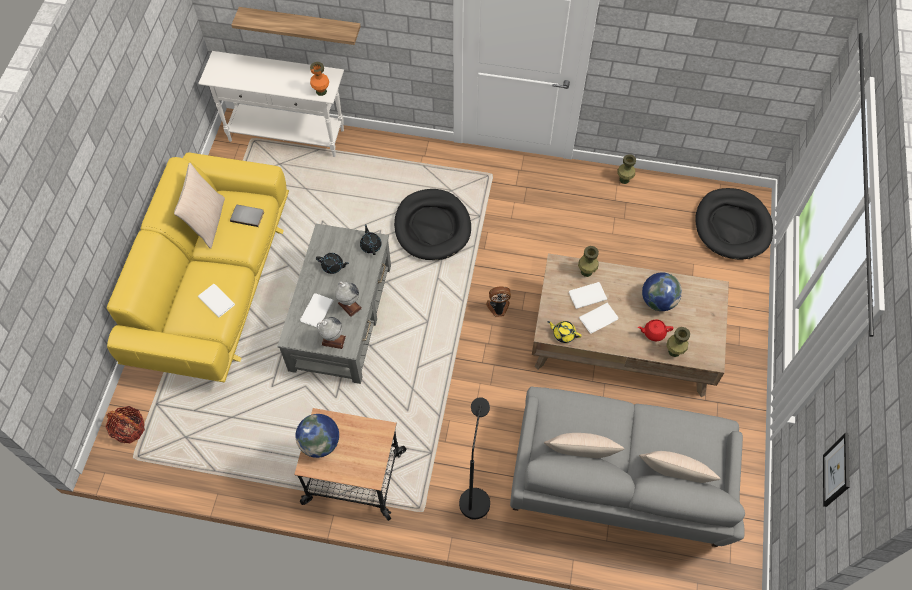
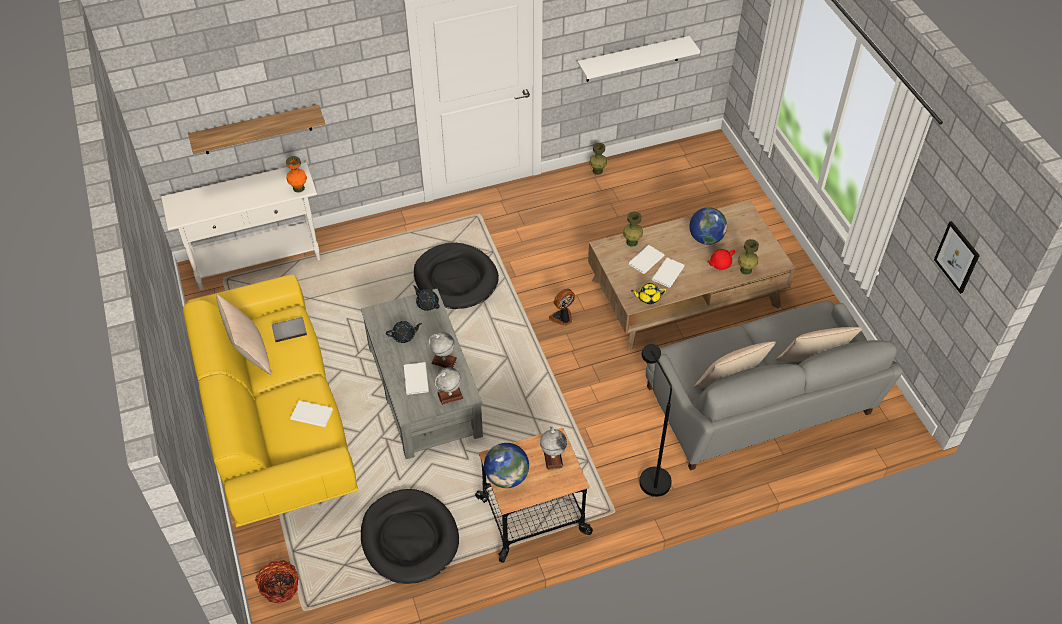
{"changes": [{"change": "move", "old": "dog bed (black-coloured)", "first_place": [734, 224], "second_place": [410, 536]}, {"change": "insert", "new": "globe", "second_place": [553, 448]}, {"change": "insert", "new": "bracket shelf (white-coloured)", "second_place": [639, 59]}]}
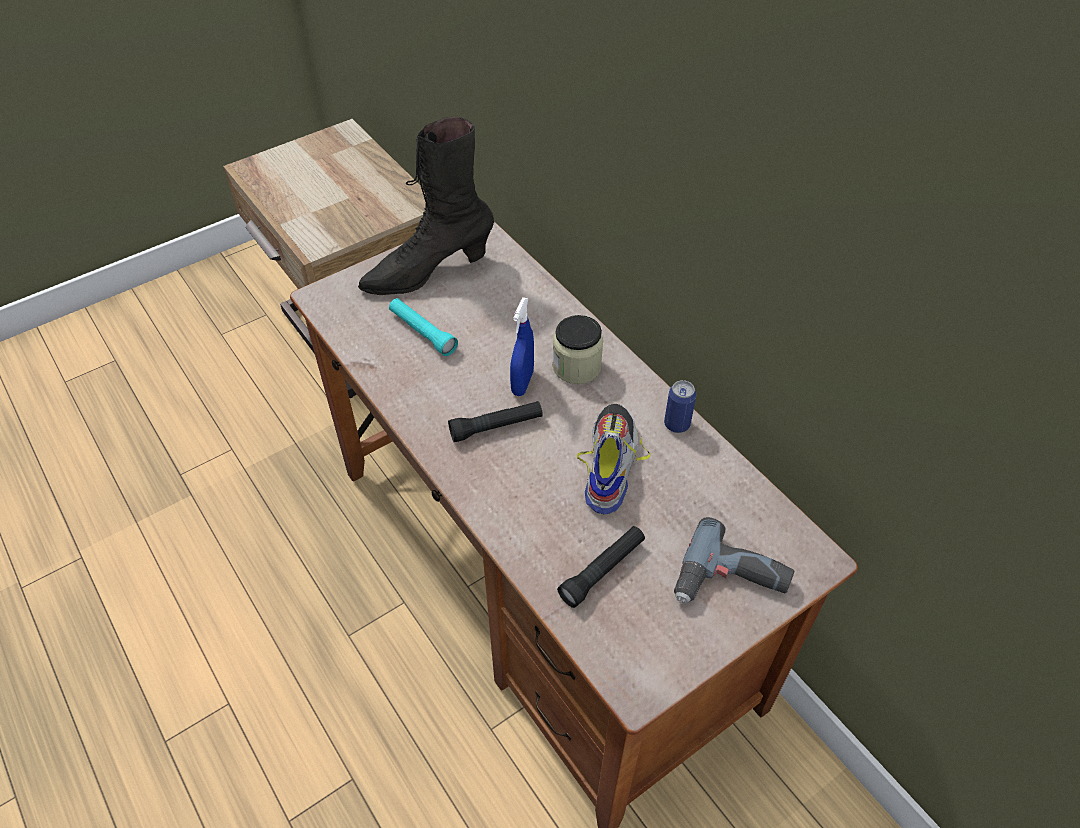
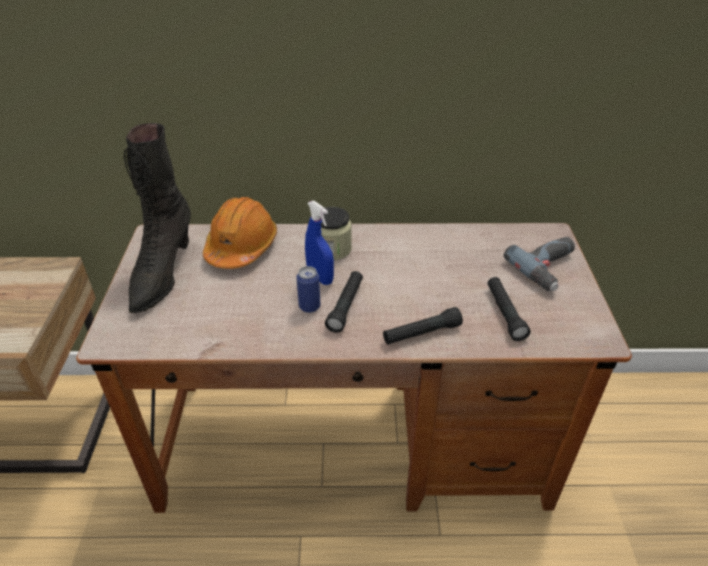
{"changes": [{"change": "delete", "old": "hand torch (blue-green)", "first_place": [423, 327]}, {"change": "delete", "old": "item of footwear", "first_place": [614, 459]}, {"change": "move", "old": "sealed can", "first_place": [680, 406], "second_place": [308, 289]}, {"change": "insert", "new": "work helmet (orangey)", "second_place": [240, 233]}, {"change": "insert", "new": "hand torch (black-coloured)", "second_place": [423, 326]}]}
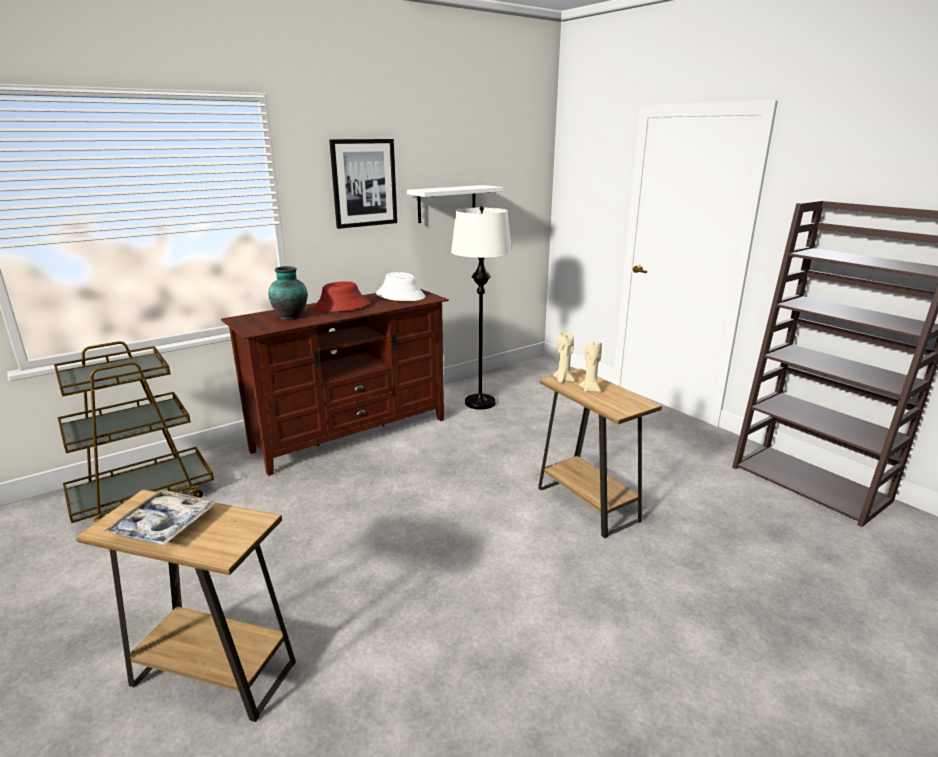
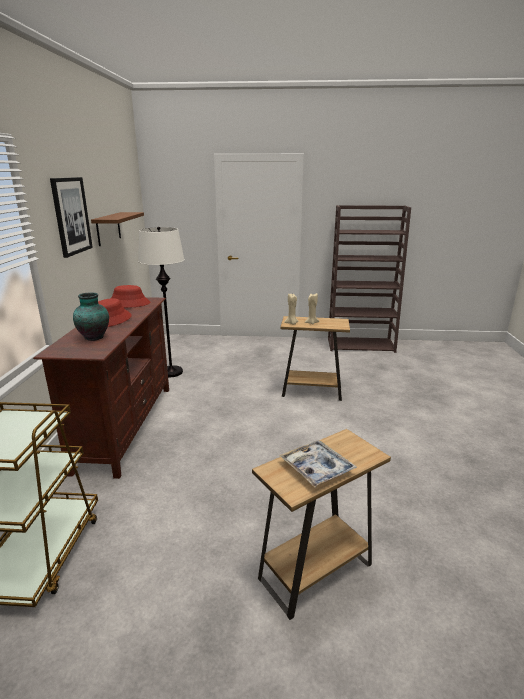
{"changes": [{"change": "recolor", "old": "hat (white-coloured)", "new": "hat (reddish)", "first_place": [400, 286], "second_place": [130, 296]}, {"change": "recolor", "old": "bracket shelf (white-coloured)", "new": "bracket shelf (brown-coloured)", "first_place": [455, 204], "second_place": [117, 229]}]}
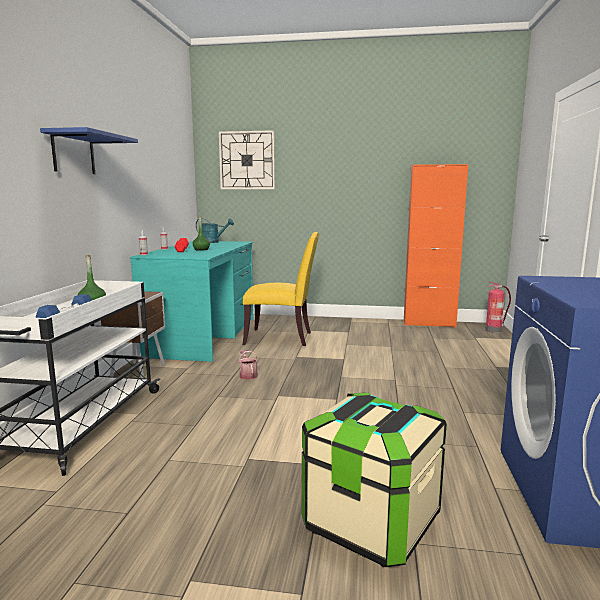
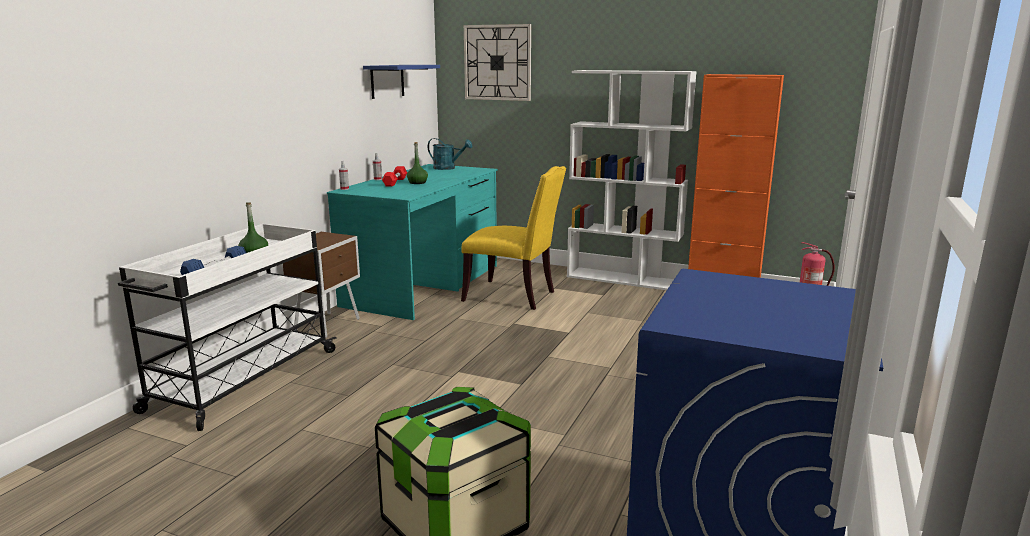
{"changes": [{"change": "move", "old": "bracket shelf (bluish)", "first_place": [89, 150], "second_place": [401, 82]}, {"change": "delete", "old": "sprinkling can", "first_place": [248, 365]}, {"change": "insert", "new": "bookshelf (white-coloured)", "second_place": [632, 180]}]}
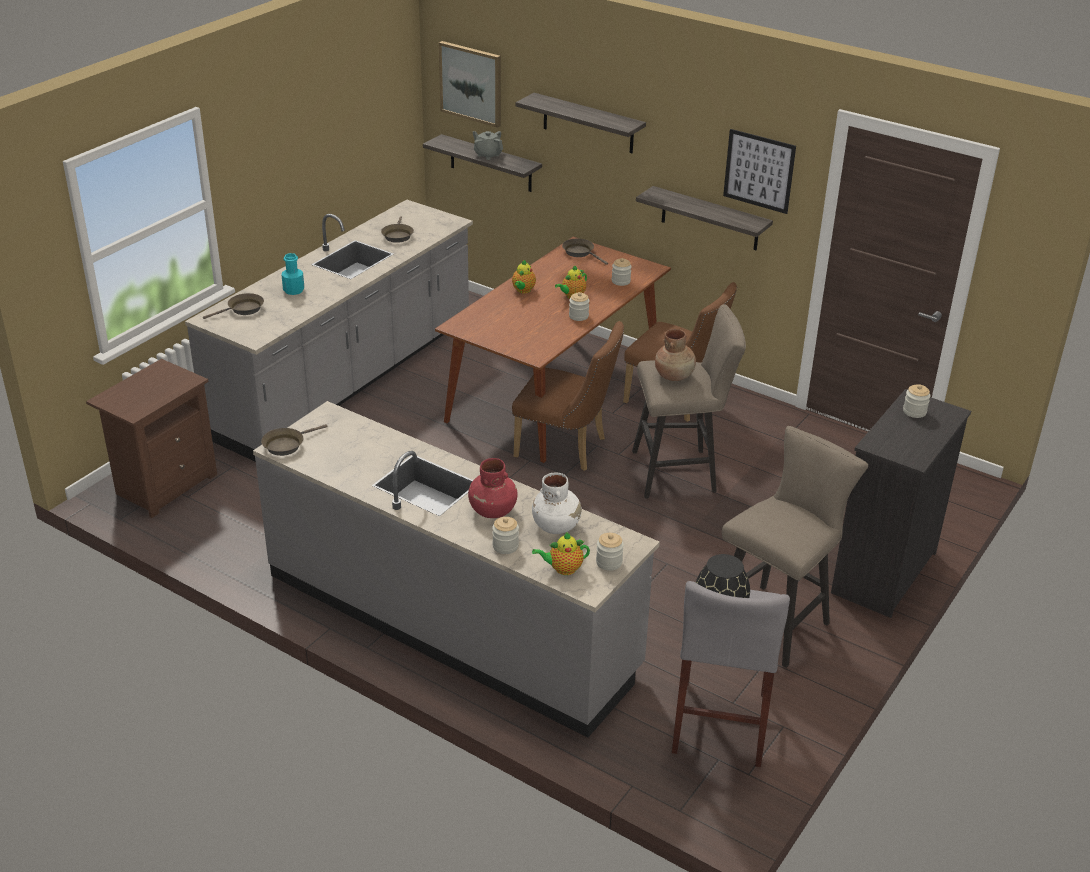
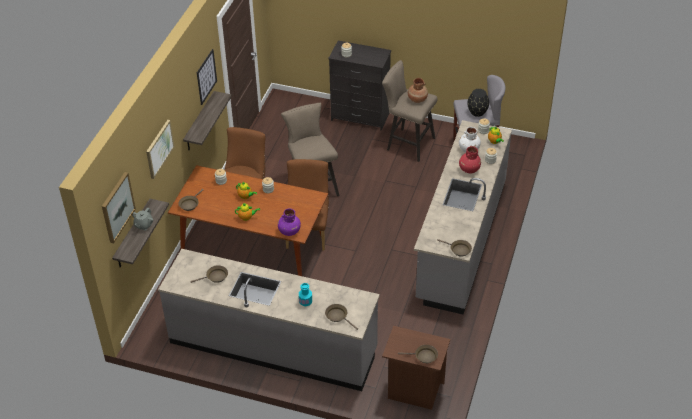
{"changes": [{"change": "replace", "old": "bracket shelf", "new": "wall art", "first_place": [581, 123], "second_place": [160, 149]}, {"change": "move", "old": "vase (brown-coloured)", "first_place": [675, 355], "second_place": [418, 90]}, {"change": "insert", "new": "vase (purplish)", "second_place": [289, 222]}, {"change": "insert", "new": "skillet (brown-coloured)", "second_place": [418, 354]}]}
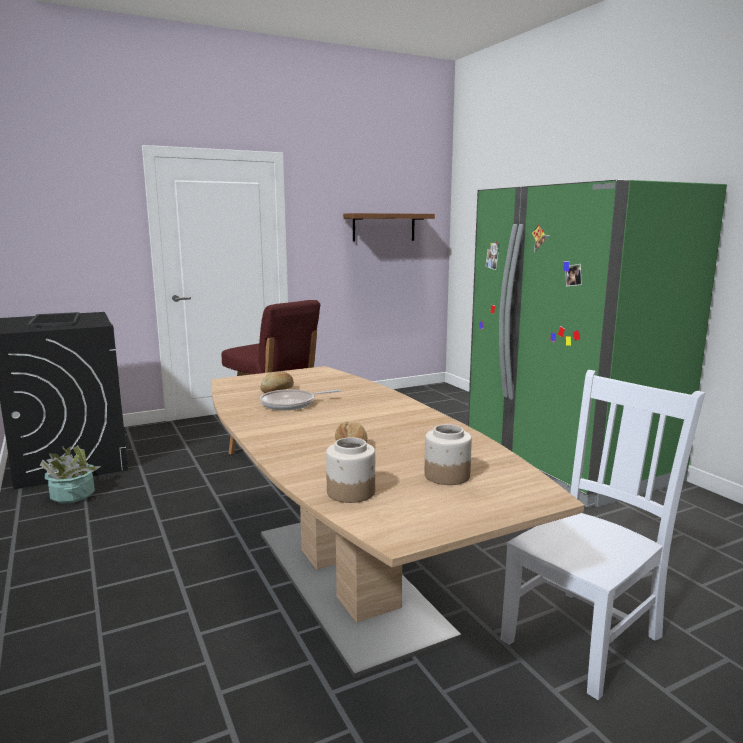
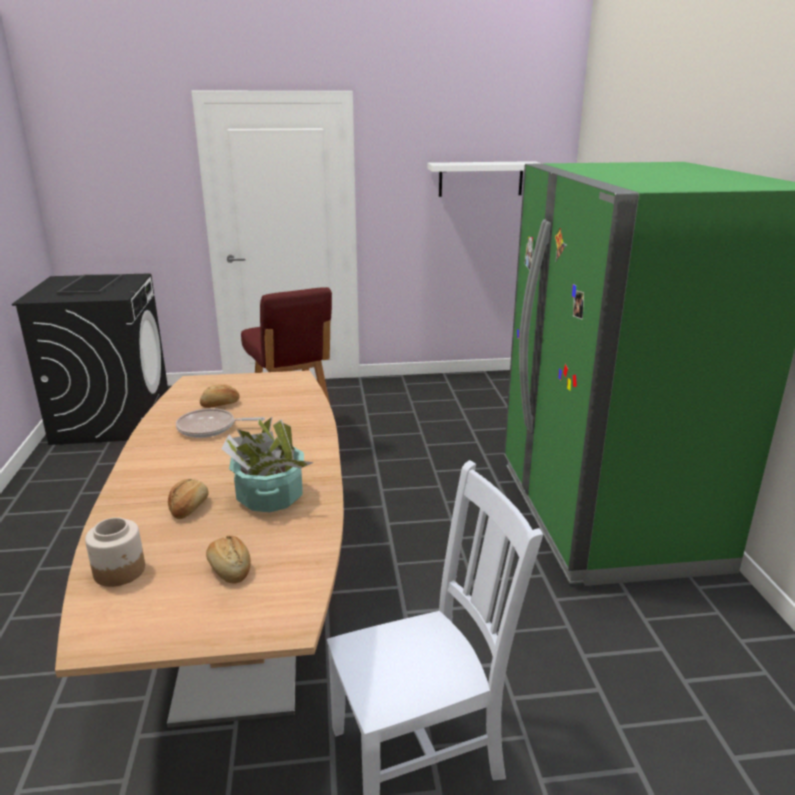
{"changes": [{"change": "move", "old": "potted plant", "first_place": [70, 474], "second_place": [267, 464]}, {"change": "recolor", "old": "bracket shelf (brown-coloured)", "new": "bracket shelf (white-coloured)", "first_place": [389, 227], "second_place": [484, 179]}, {"change": "replace", "old": "jar", "new": "bakery bread", "first_place": [448, 454], "second_place": [228, 560]}]}
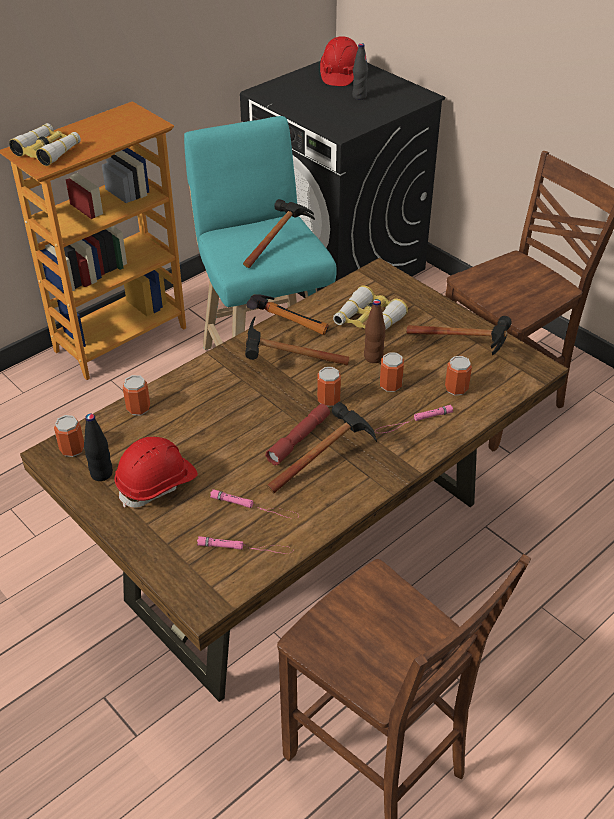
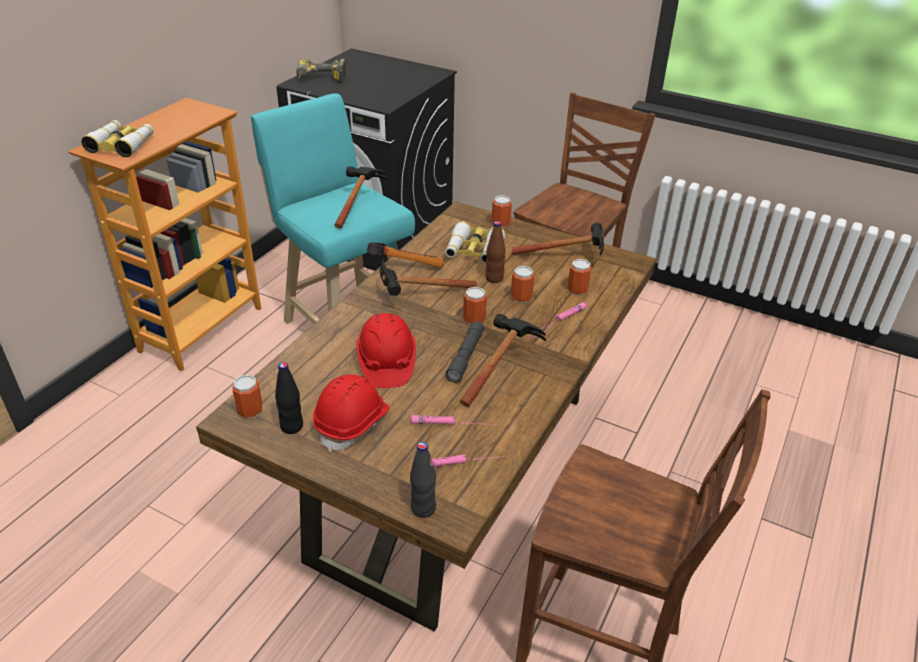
{"changes": [{"change": "move", "old": "sealed can", "first_place": [136, 395], "second_place": [501, 211]}, {"change": "recolor", "old": "hand torch (reddish)", "new": "hand torch (gray)", "first_place": [297, 434], "second_place": [464, 352]}, {"change": "move", "old": "work helmet (reddish)", "first_place": [339, 61], "second_place": [386, 350]}, {"change": "move", "old": "drink bottle (black-coloured)", "first_place": [360, 71], "second_place": [423, 480]}, {"change": "insert", "new": "electric drill", "second_place": [321, 70]}]}
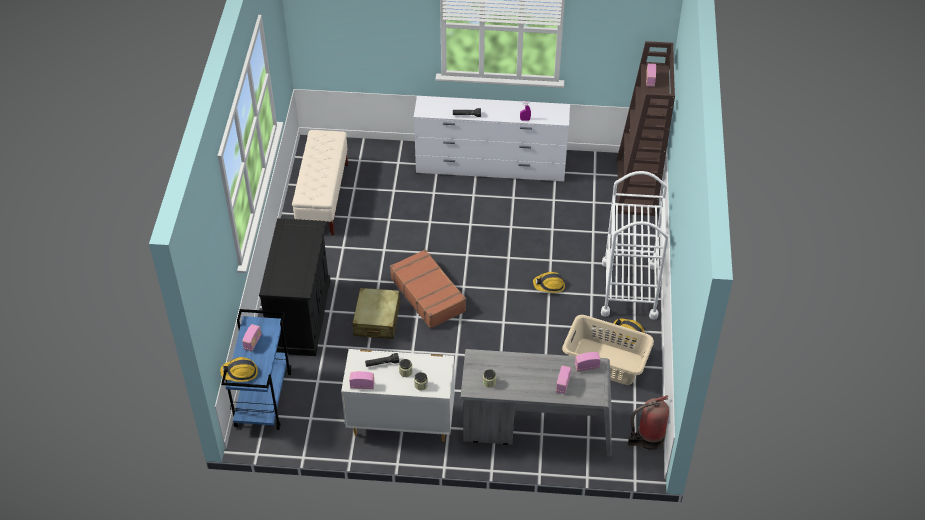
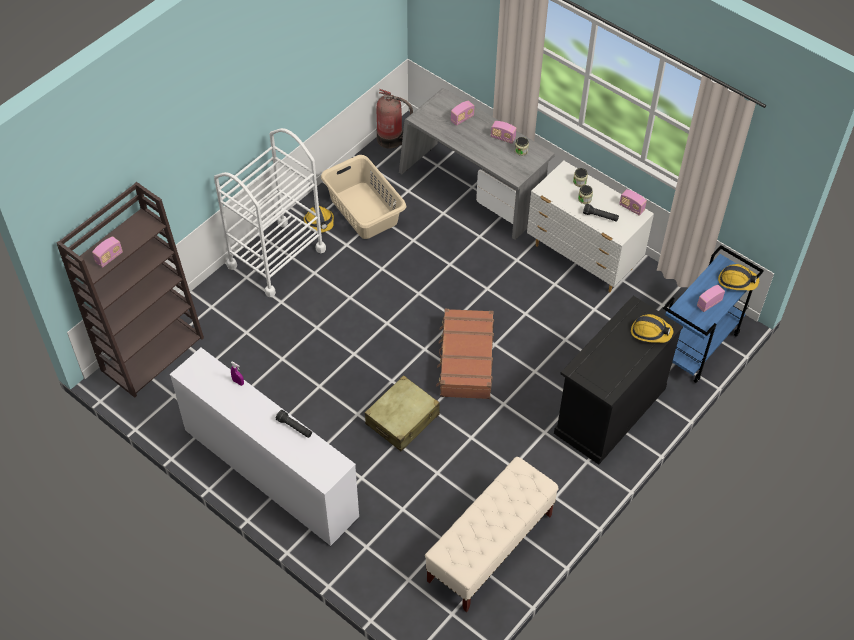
{"changes": [{"change": "move", "old": "travel case (sand-coloured)", "first_place": [376, 313], "second_place": [402, 413]}, {"change": "move", "old": "work helmet", "first_place": [549, 282], "second_place": [652, 328]}, {"change": "move", "old": "radio set", "first_place": [588, 362], "second_place": [503, 132]}]}
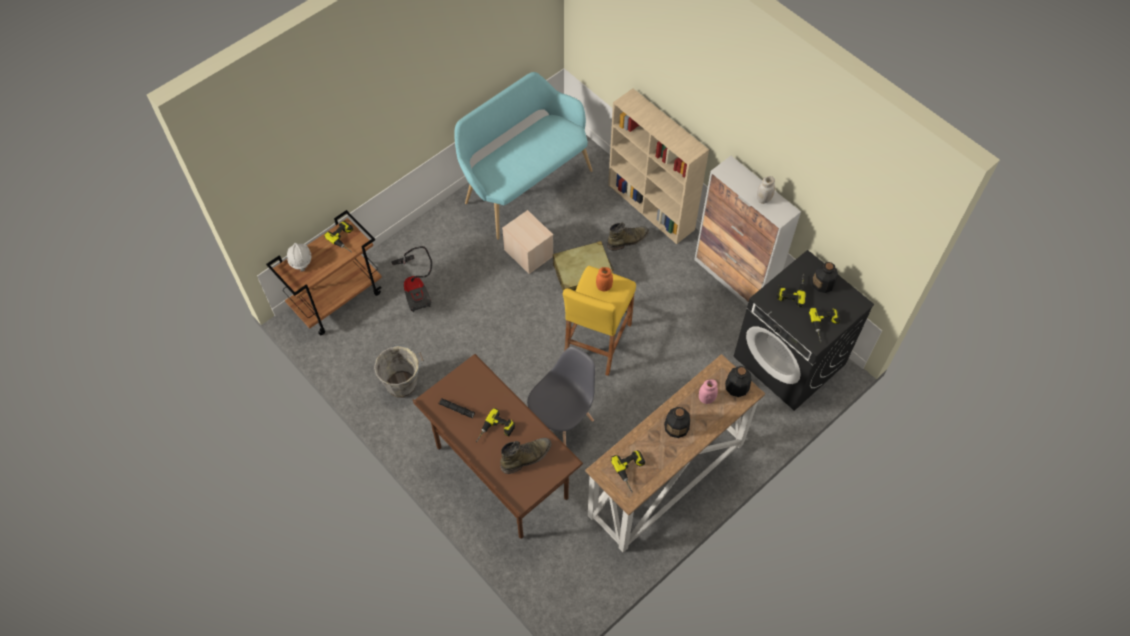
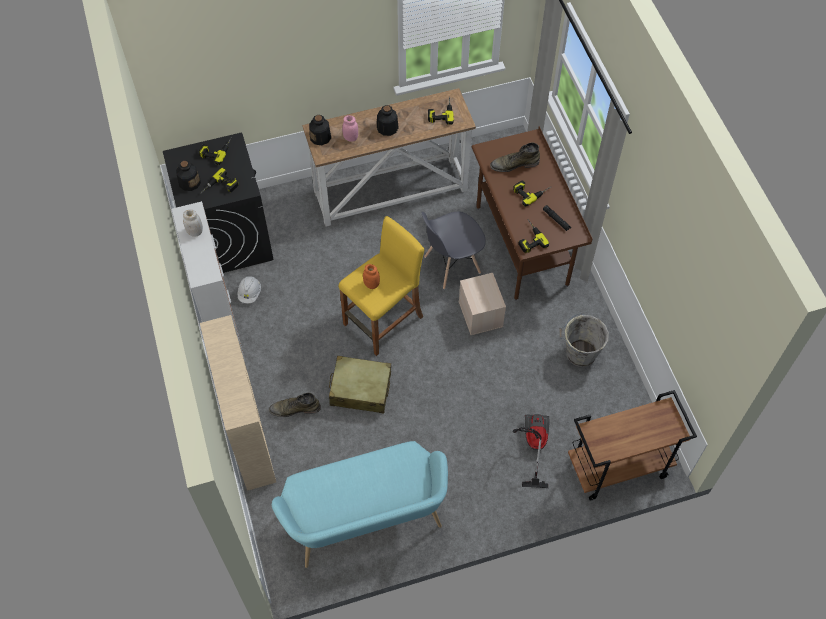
{"changes": [{"change": "move", "old": "work helmet (white-coloured)", "first_place": [299, 257], "second_place": [249, 289]}, {"change": "move", "old": "electric drill", "first_place": [338, 237], "second_place": [533, 236]}, {"change": "move", "old": "storage container (sand-coloured)", "first_place": [527, 242], "second_place": [482, 304]}]}
